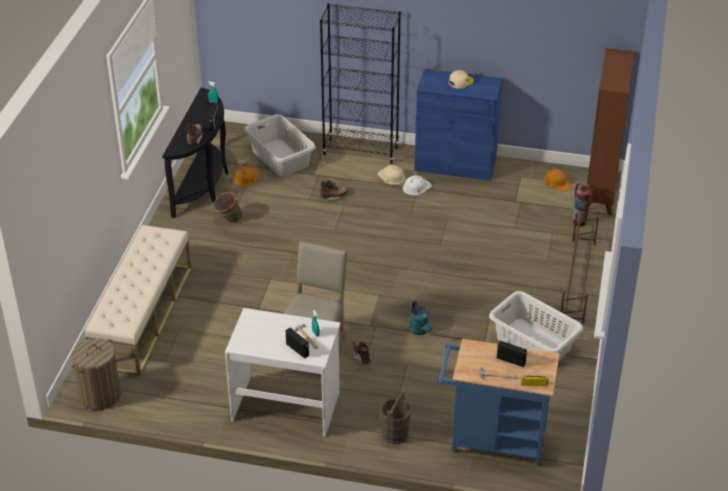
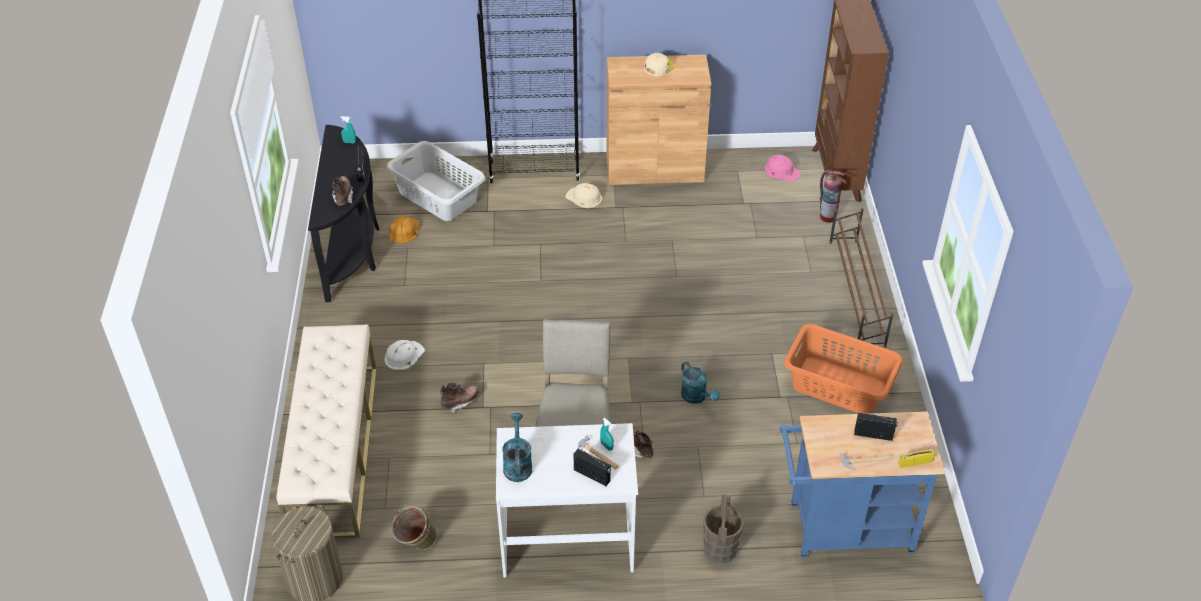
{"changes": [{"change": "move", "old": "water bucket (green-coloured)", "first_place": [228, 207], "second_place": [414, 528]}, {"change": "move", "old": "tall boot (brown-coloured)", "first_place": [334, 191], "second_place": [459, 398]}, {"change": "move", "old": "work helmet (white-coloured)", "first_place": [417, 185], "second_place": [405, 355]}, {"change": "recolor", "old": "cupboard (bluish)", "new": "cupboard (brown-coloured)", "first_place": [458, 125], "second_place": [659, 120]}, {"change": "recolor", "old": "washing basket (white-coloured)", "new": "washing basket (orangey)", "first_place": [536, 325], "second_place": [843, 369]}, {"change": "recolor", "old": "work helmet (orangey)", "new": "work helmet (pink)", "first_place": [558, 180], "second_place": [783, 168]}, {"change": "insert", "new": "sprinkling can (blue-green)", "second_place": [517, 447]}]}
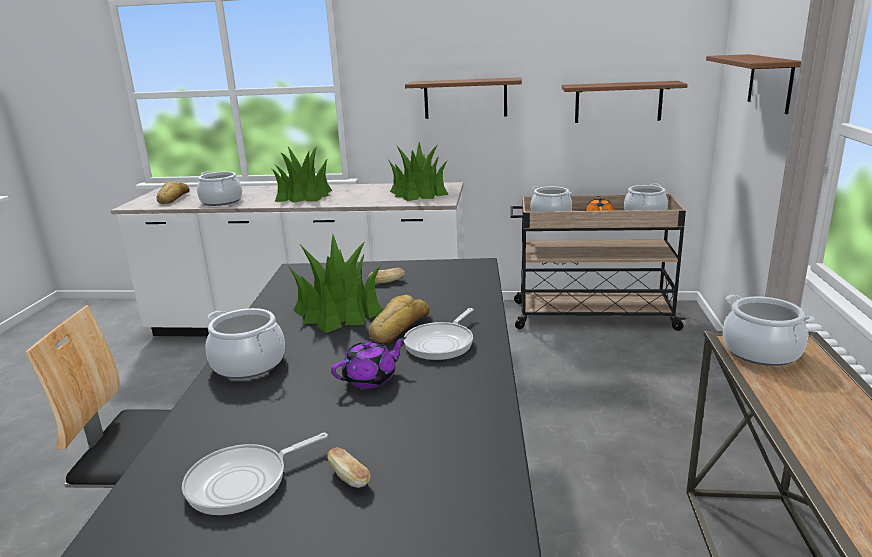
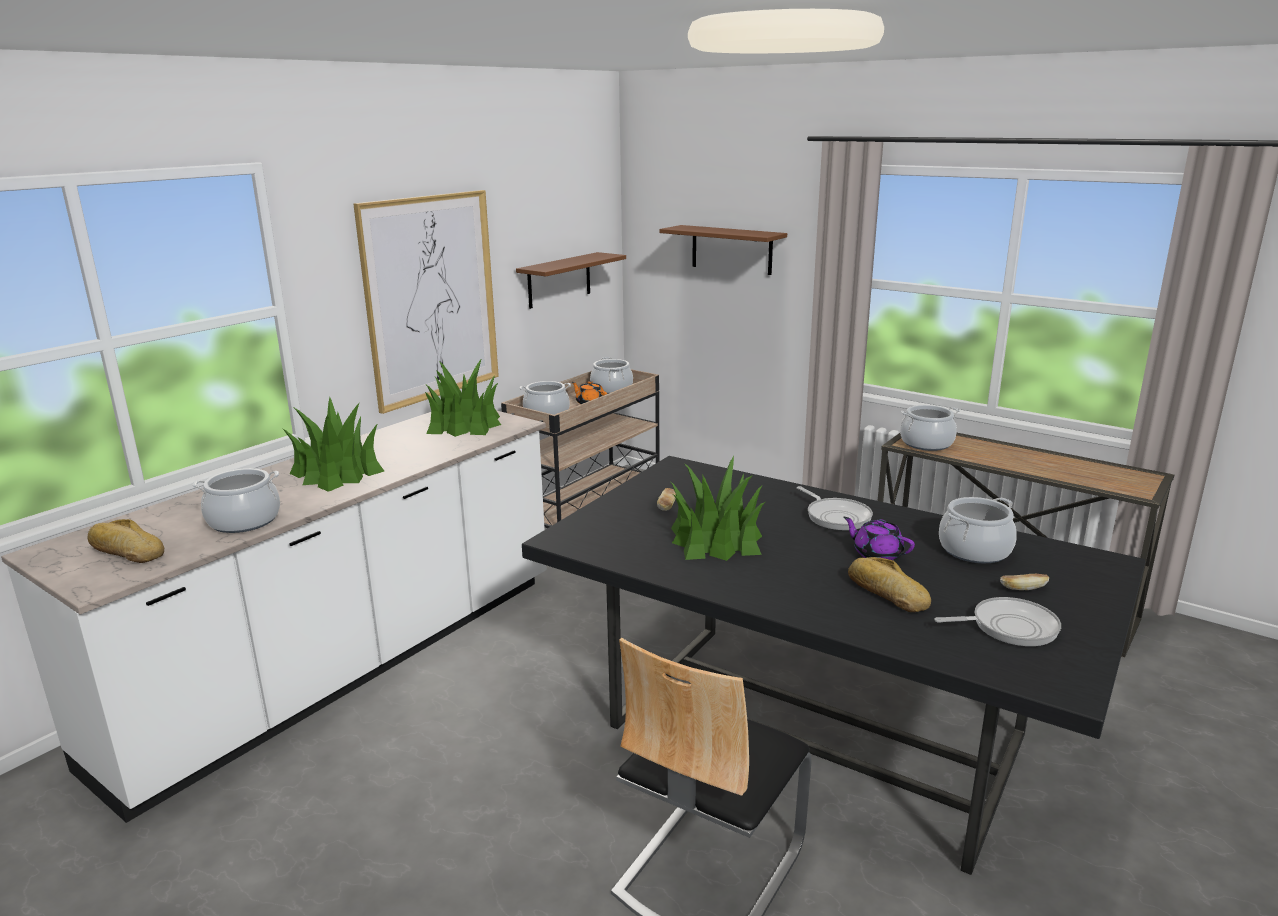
{"changes": [{"change": "rotate", "old": "skillet", "first_place": [255, 474], "second_place": [997, 622], "degrees": -90}, {"change": "move", "old": "stockpot", "first_place": [245, 343], "second_place": [978, 530]}, {"change": "rotate", "old": "pot for tea (purplish)", "first_place": [368, 363], "second_place": [879, 538], "degrees": -45}, {"change": "move", "old": "bakery bread", "first_place": [399, 319], "second_place": [889, 584]}, {"change": "replace", "old": "bracket shelf (brown-coloured)", "new": "wall art", "first_place": [463, 98], "second_place": [426, 302]}]}
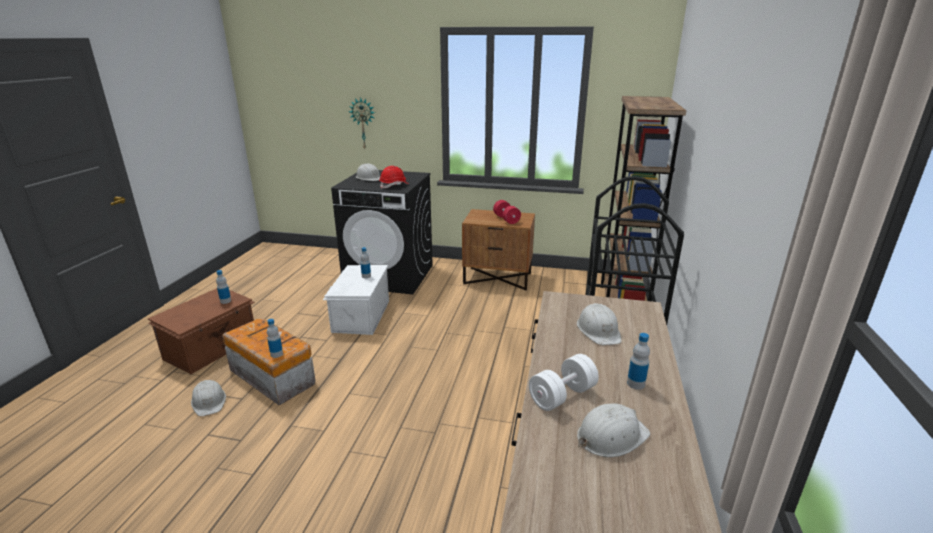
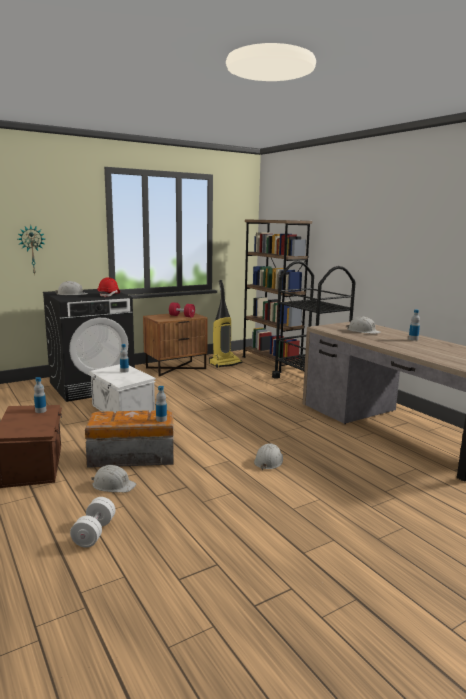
{"changes": [{"change": "move", "old": "dumbbell (white-coloured)", "first_place": [564, 382], "second_place": [92, 522]}, {"change": "move", "old": "work helmet (white-coloured)", "first_place": [613, 430], "second_place": [268, 457]}, {"change": "insert", "new": "vacuum cleaner", "second_place": [225, 324]}]}
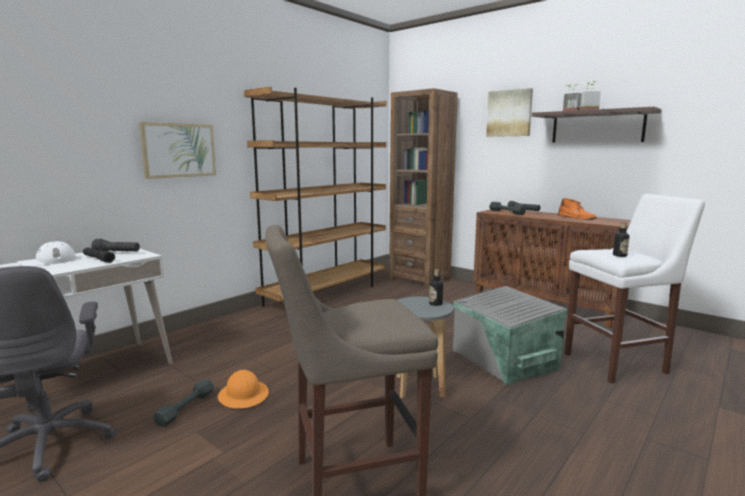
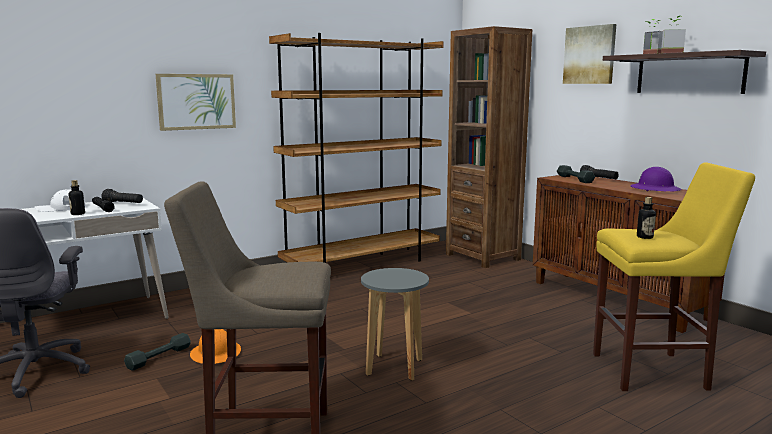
{"changes": [{"change": "move", "old": "drink bottle", "first_place": [436, 287], "second_place": [77, 197]}, {"change": "delete", "old": "storage container (gray)", "first_place": [510, 335]}, {"change": "replace", "old": "tall boot (orangey)", "new": "work helmet (purplish)", "first_place": [577, 209], "second_place": [656, 179]}, {"change": "recolor", "old": "stool seat (white-coloured)", "new": "stool seat (yellow)", "first_place": [635, 288], "second_place": [674, 276]}]}
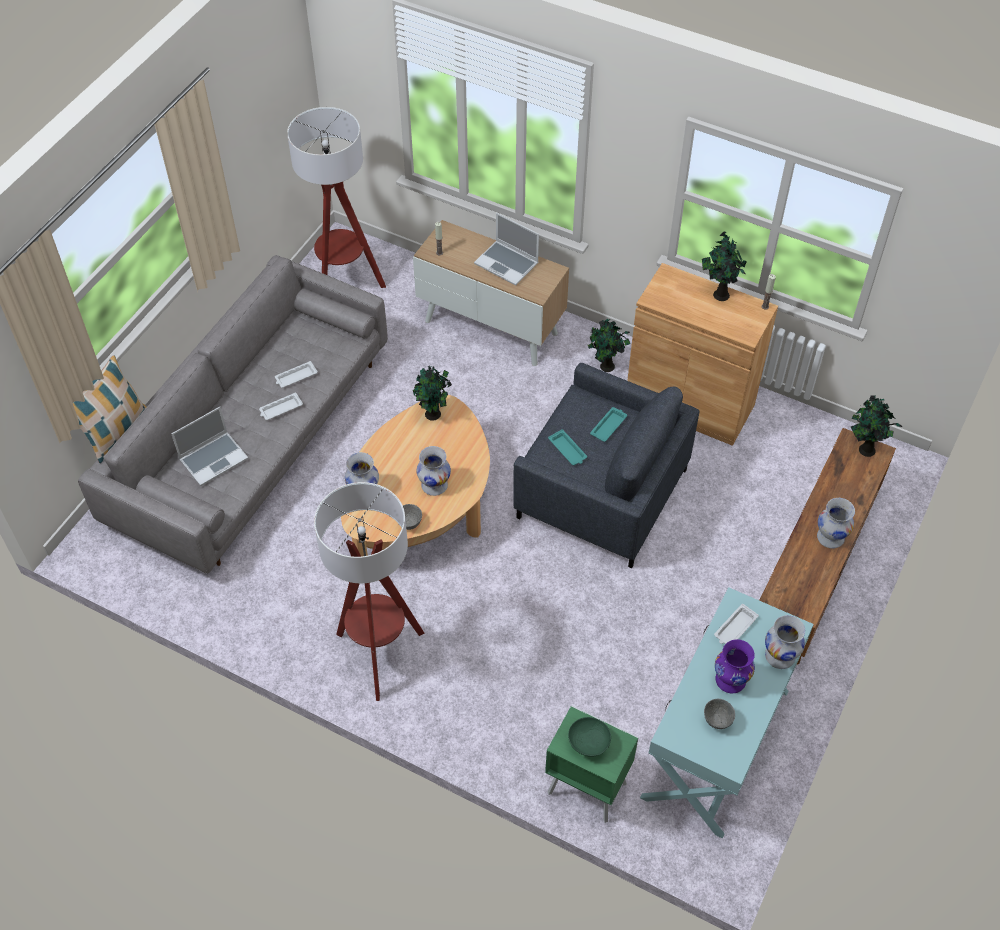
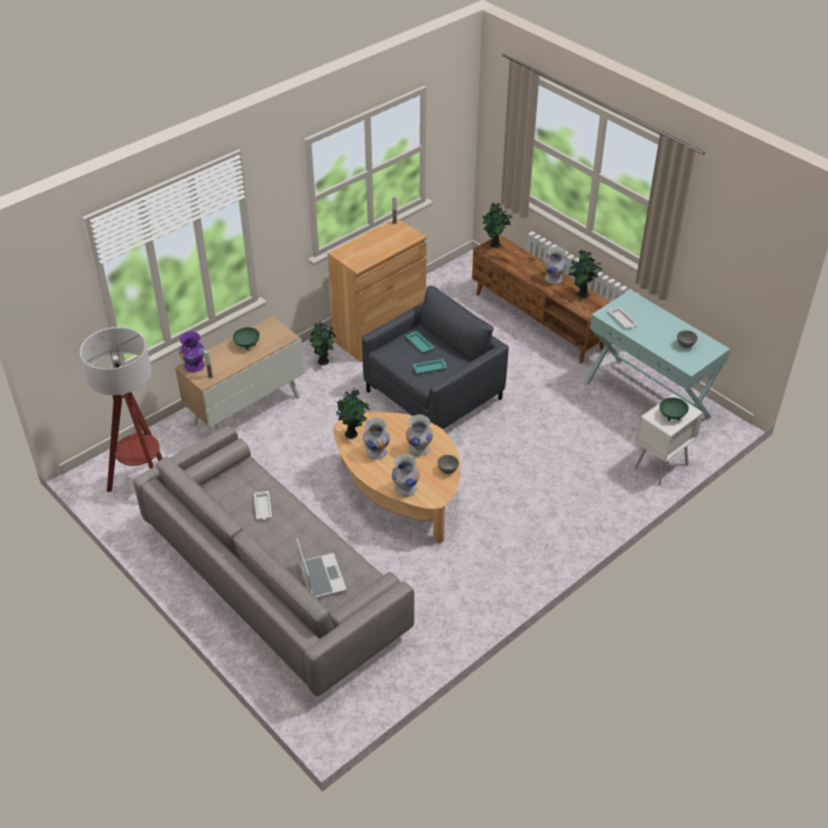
{"changes": [{"change": "delete", "old": "throw pillow", "first_place": [109, 409]}, {"change": "delete", "old": "tray (white-coloured)", "first_place": [281, 406]}, {"change": "delete", "old": "standard lamp", "first_place": [369, 591]}, {"change": "replace", "old": "laptop", "new": "serving bowl (green-coloured)", "first_place": [506, 249], "second_place": [246, 338]}, {"change": "recolor", "old": "night table (green-coloured)", "new": "night table (white-coloured)", "first_place": [592, 764], "second_place": [668, 440]}, {"change": "move", "old": "potted plant", "first_place": [724, 266], "second_place": [586, 274]}, {"change": "move", "old": "vase (purplish)", "first_place": [735, 666], "second_place": [192, 352]}, {"change": "move", "old": "vase (white-coloured)", "first_place": [785, 642], "second_place": [376, 438]}]}
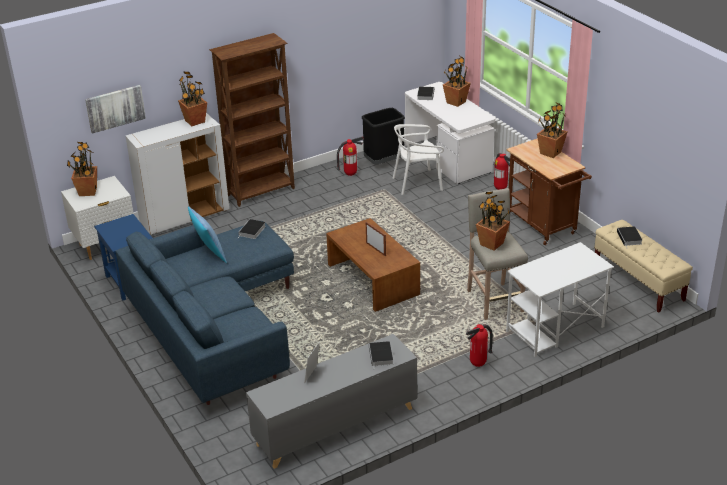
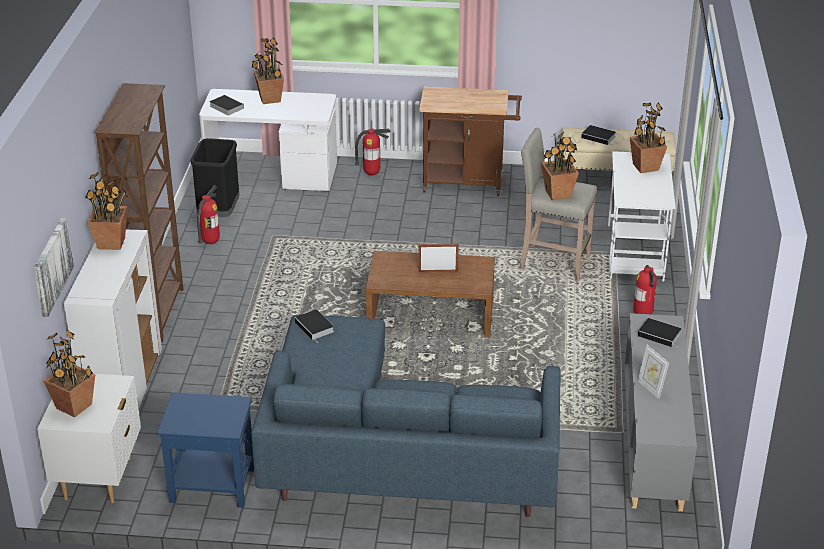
{"changes": [{"change": "delete", "old": "throw pillow", "first_place": [207, 234]}, {"change": "delete", "old": "plain chair (white-coloured)", "first_place": [418, 159]}, {"change": "move", "old": "potted plant", "first_place": [552, 130], "second_place": [649, 137]}]}
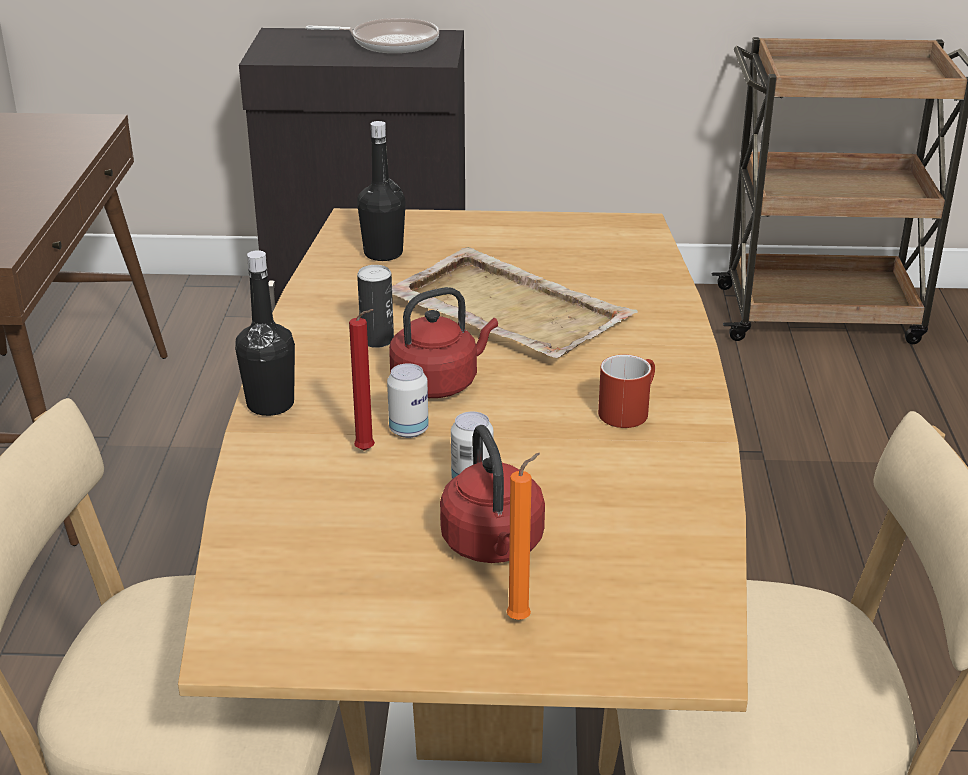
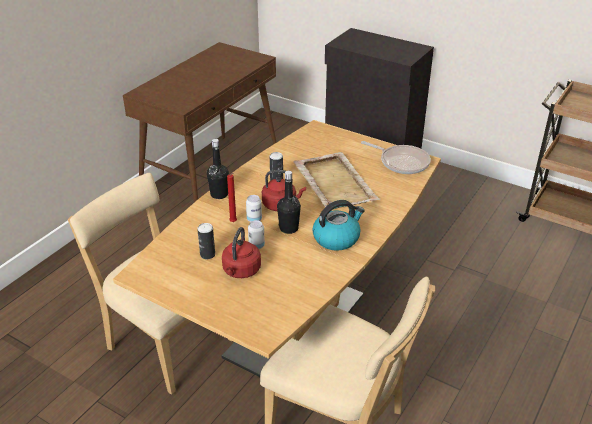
{"changes": [{"change": "move", "old": "skillet", "first_place": [372, 35], "second_place": [396, 157]}, {"change": "move", "old": "drink bottle (black-coloured)", "first_place": [381, 191], "second_place": [289, 202]}, {"change": "delete", "old": "candle (orangey)", "first_place": [523, 536]}, {"change": "replace", "old": "mug (reddish)", "new": "kettle", "first_place": [626, 391], "second_place": [338, 225]}, {"change": "insert", "new": "sealed can", "second_place": [206, 241]}]}
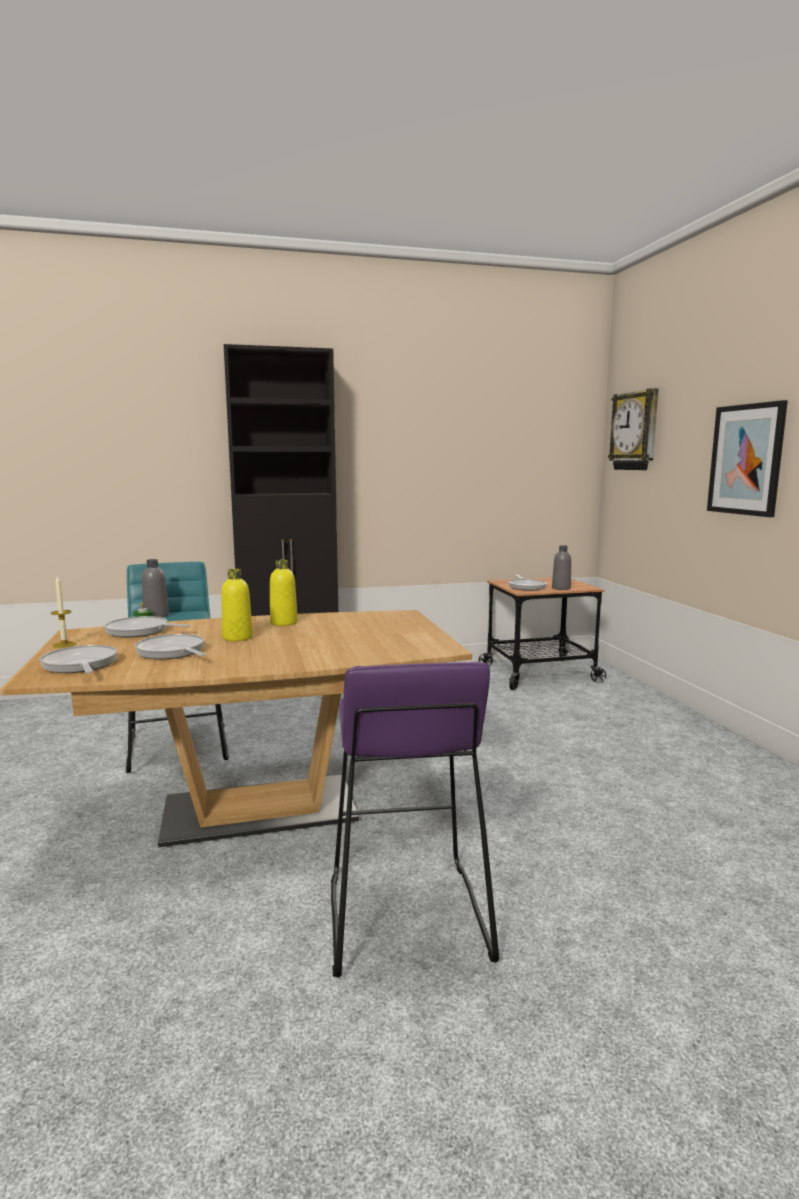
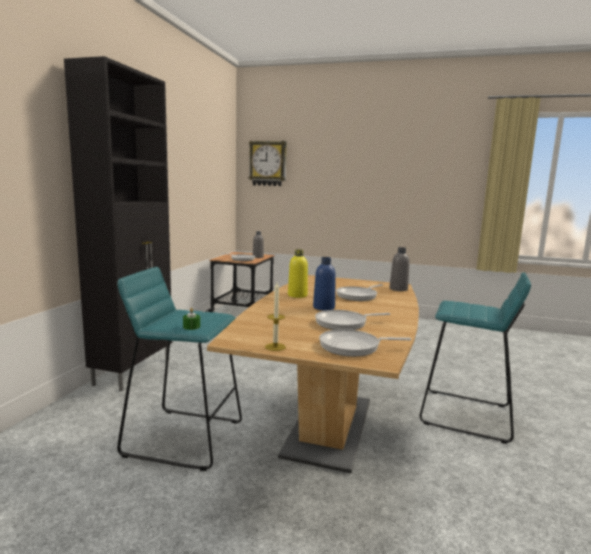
{"changes": [{"change": "move", "old": "skillet", "first_place": [147, 626], "second_place": [359, 292]}, {"change": "move", "old": "drink bottle (gray)", "first_place": [155, 588], "second_place": [400, 269]}, {"change": "recolor", "old": "drink bottle (yellow)", "new": "drink bottle (bluish)", "first_place": [237, 605], "second_place": [324, 284]}, {"change": "recolor", "old": "stool seat (purplish)", "new": "stool seat (blue-green)", "first_place": [415, 820], "second_place": [475, 358]}, {"change": "delete", "old": "wall art", "first_place": [747, 458]}]}
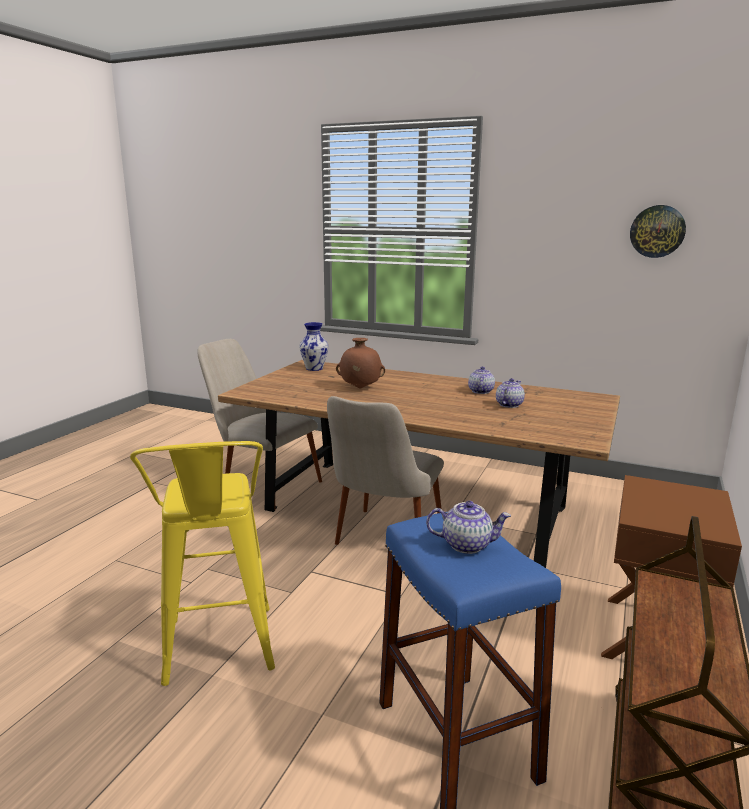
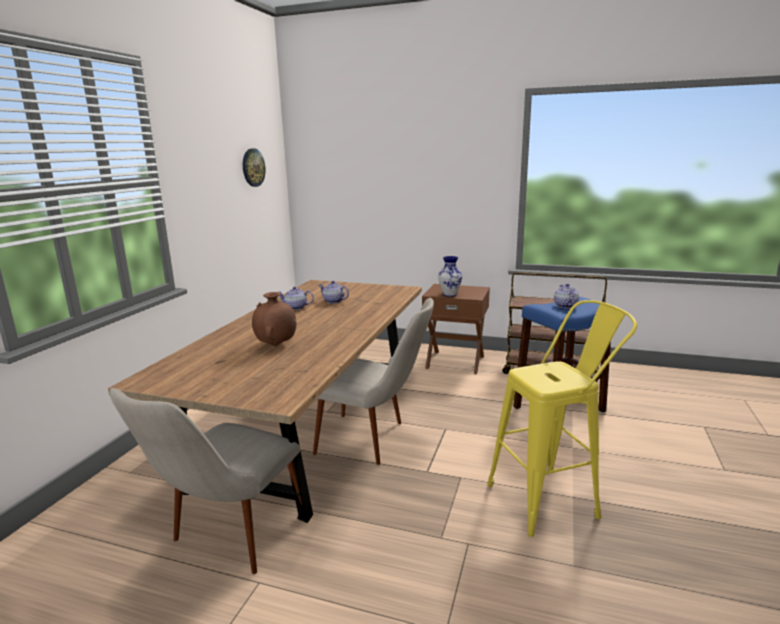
{"changes": [{"change": "move", "old": "vase", "first_place": [313, 346], "second_place": [450, 276]}]}
